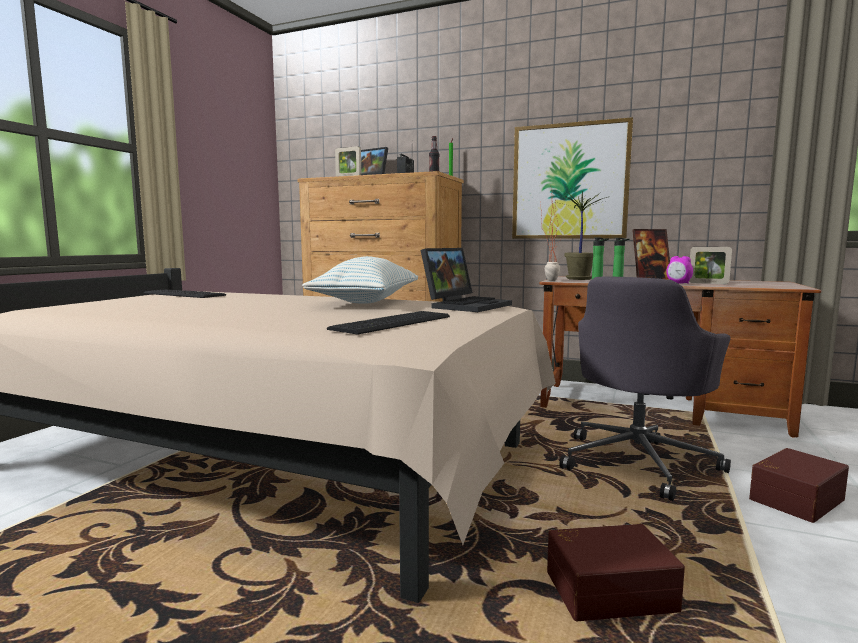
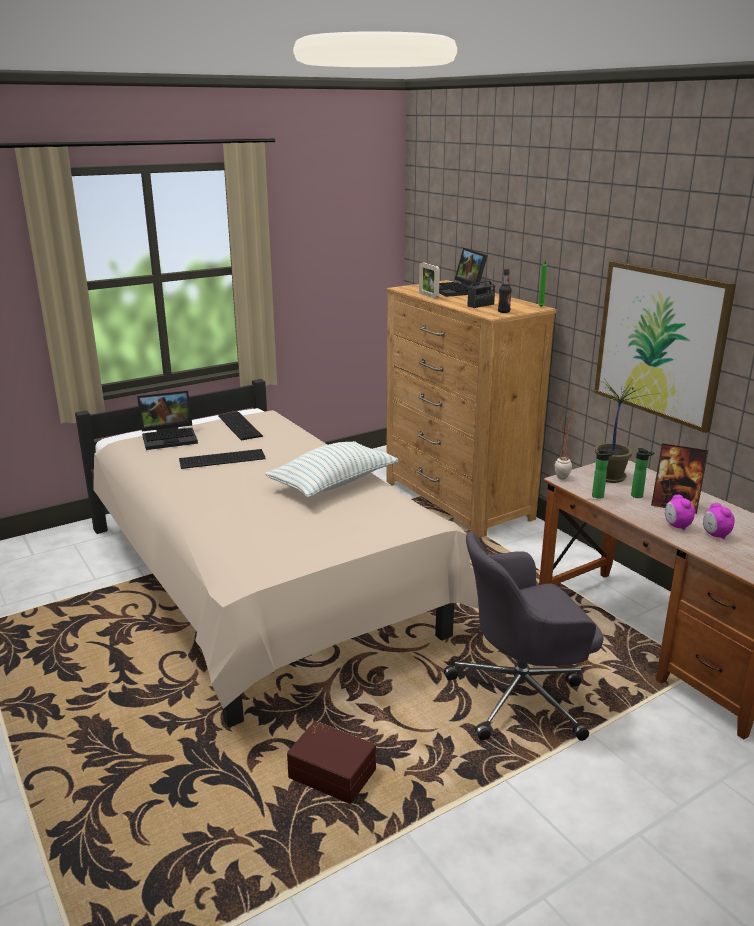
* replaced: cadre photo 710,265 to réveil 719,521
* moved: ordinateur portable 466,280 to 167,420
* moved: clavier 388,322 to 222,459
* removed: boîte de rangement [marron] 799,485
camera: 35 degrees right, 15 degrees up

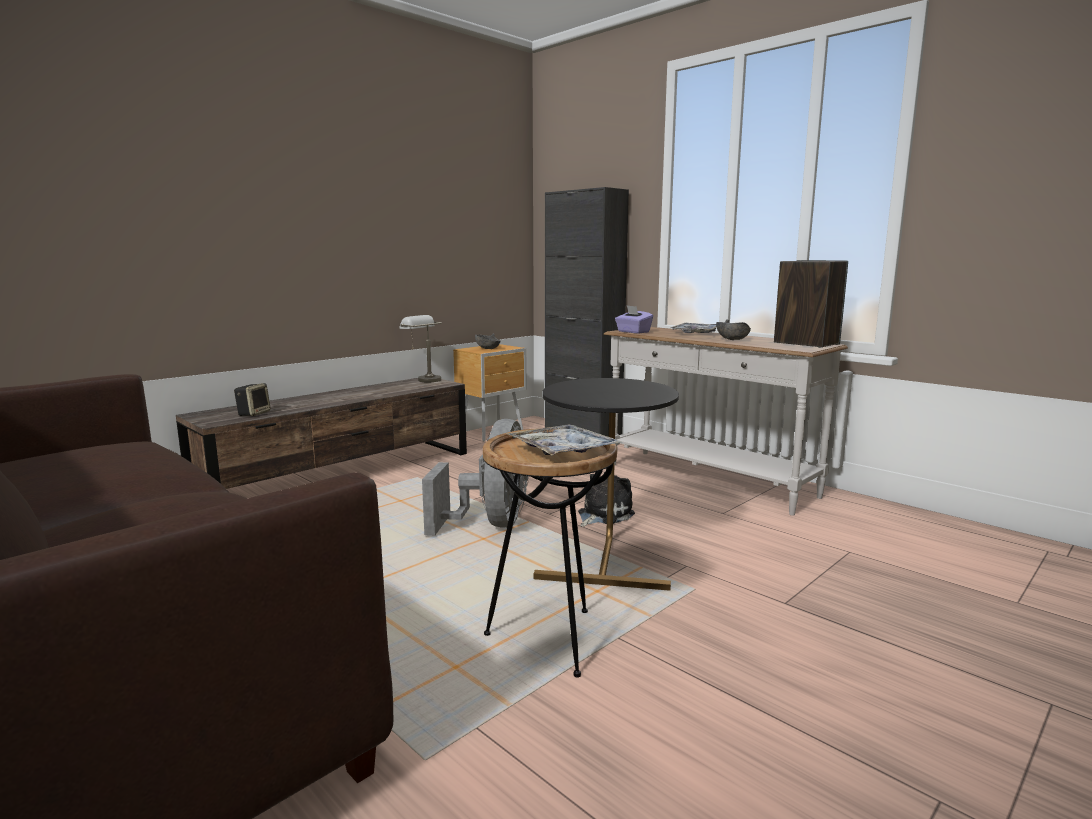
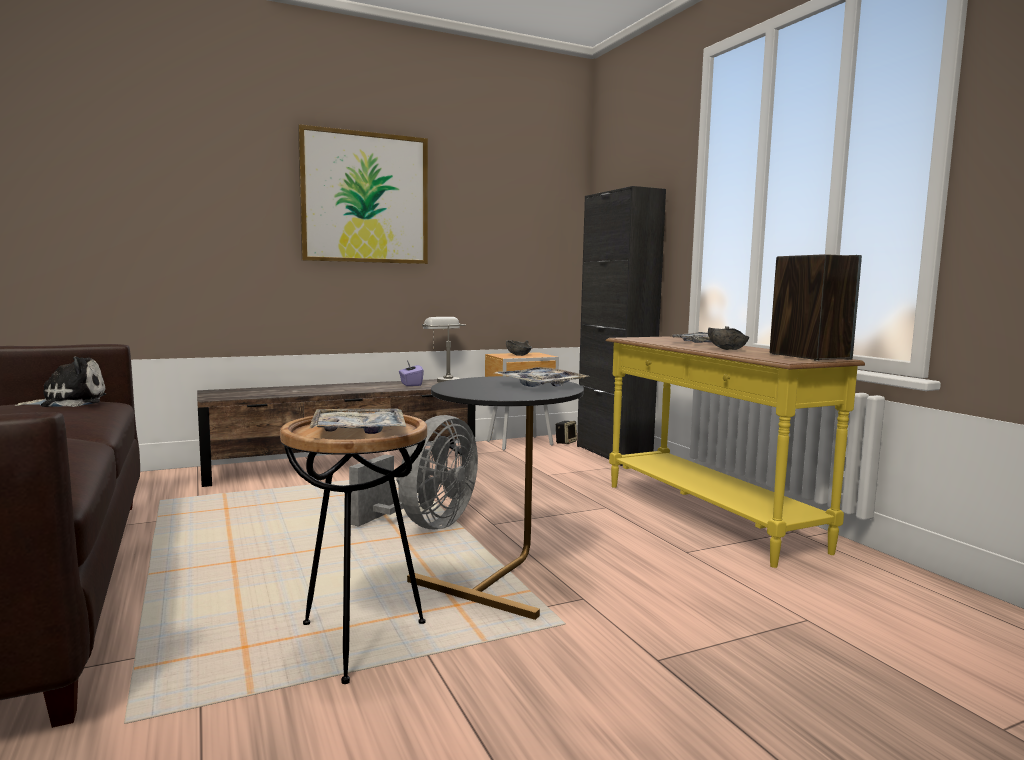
* moved: boîte à mouchoirs [violet] 634,319 to 411,373
* recoloured: table console [blanc] 726,421 to table console [jaune] 735,452
* moved: enceinte 252,399 to 566,432
* moved: peluche 606,500 to 60,381
* added: tableau 363,194
* added: plateau 541,377
camera: 20 degrees right, 5 degrees down

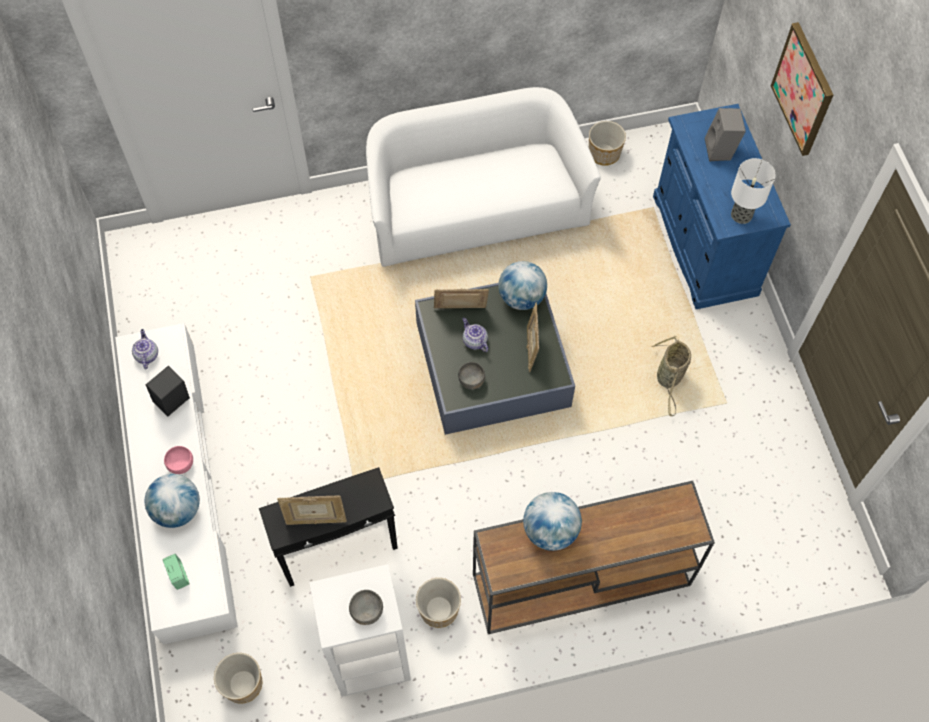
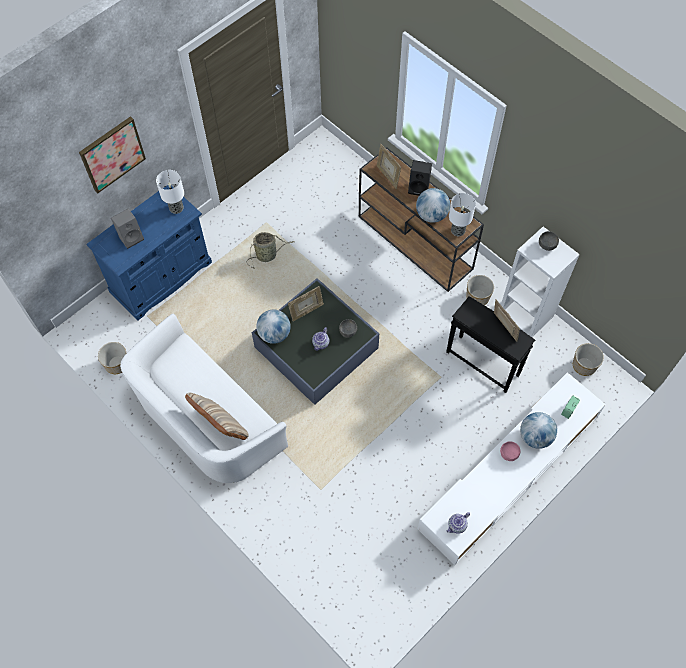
* moved: cadre photo 461,298 to 389,166
* moved: enceinte [noir] 168,391 to 420,178
* added: lampe de table 462,214
* added: coussin [beige] 217,416
camera: 120 degrees left, 0 degrees up

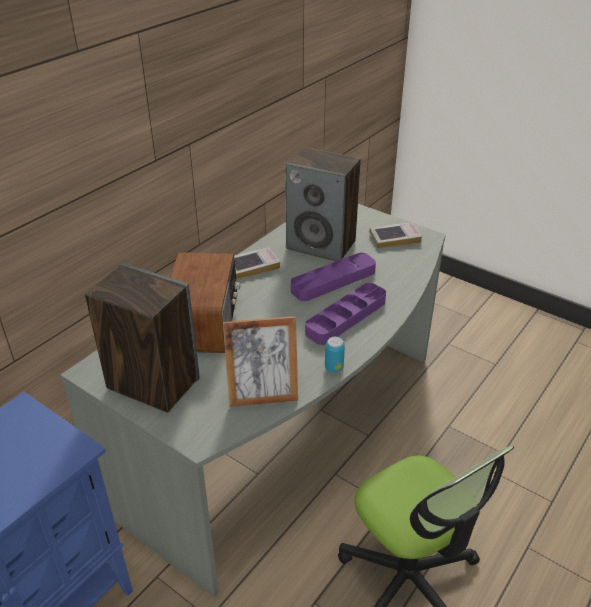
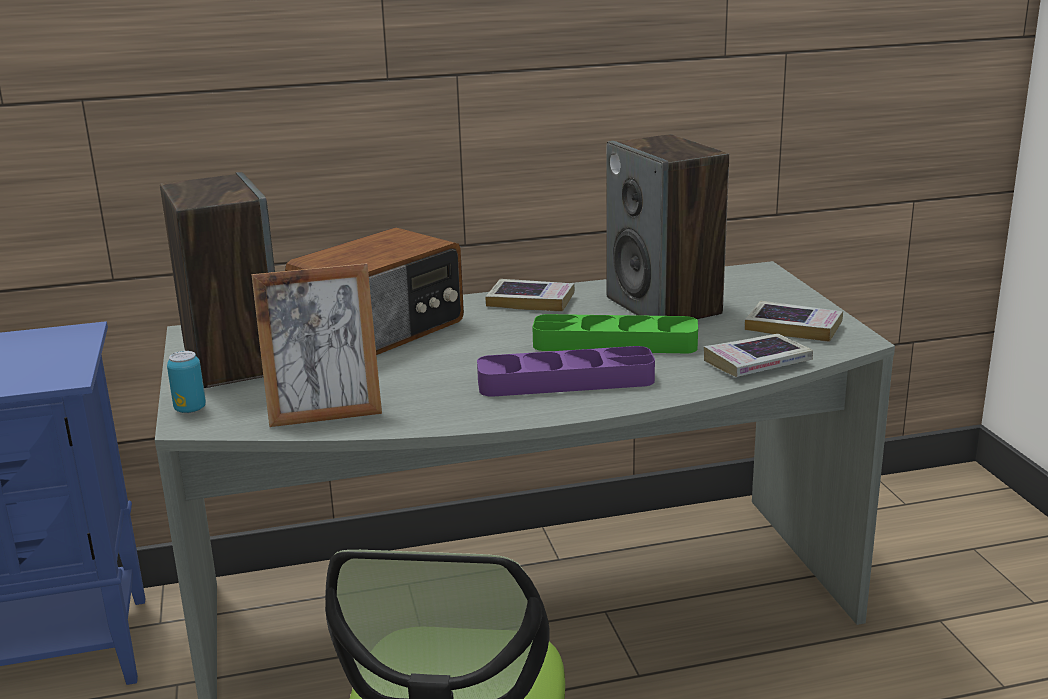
* recoloured: plateau [violet] 333,277 to plateau [vert] 615,333
* turned: cadre photo 260,361 = 317,345 45 degrees counterclockwise
* moved: boîte métallique 335,355 to 186,382
* added: livre 758,355
camera: 40 degrees right, 15 degrees down

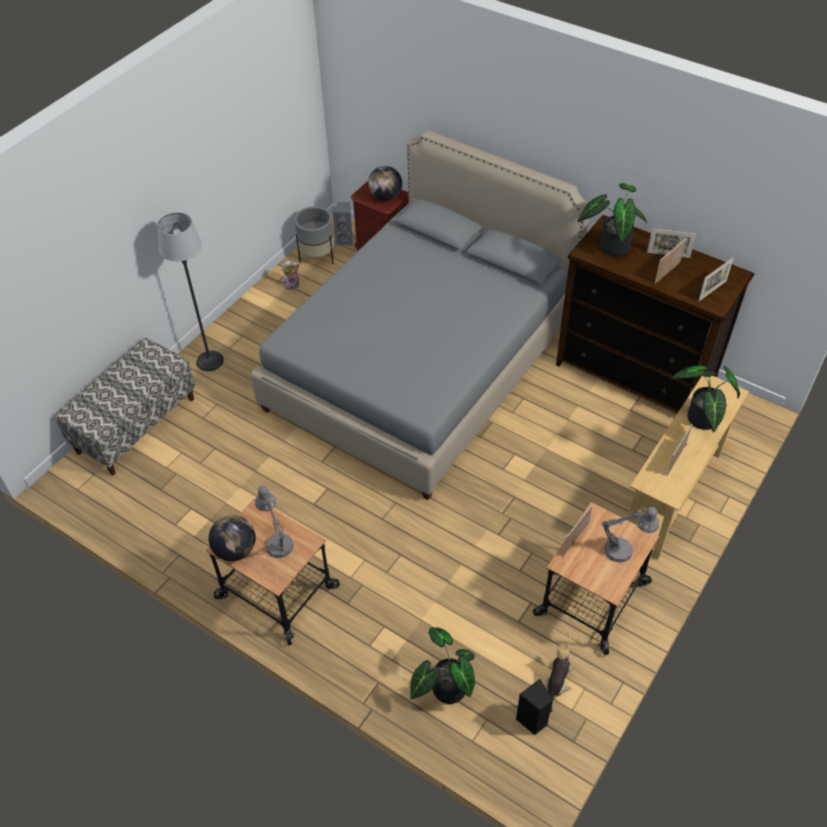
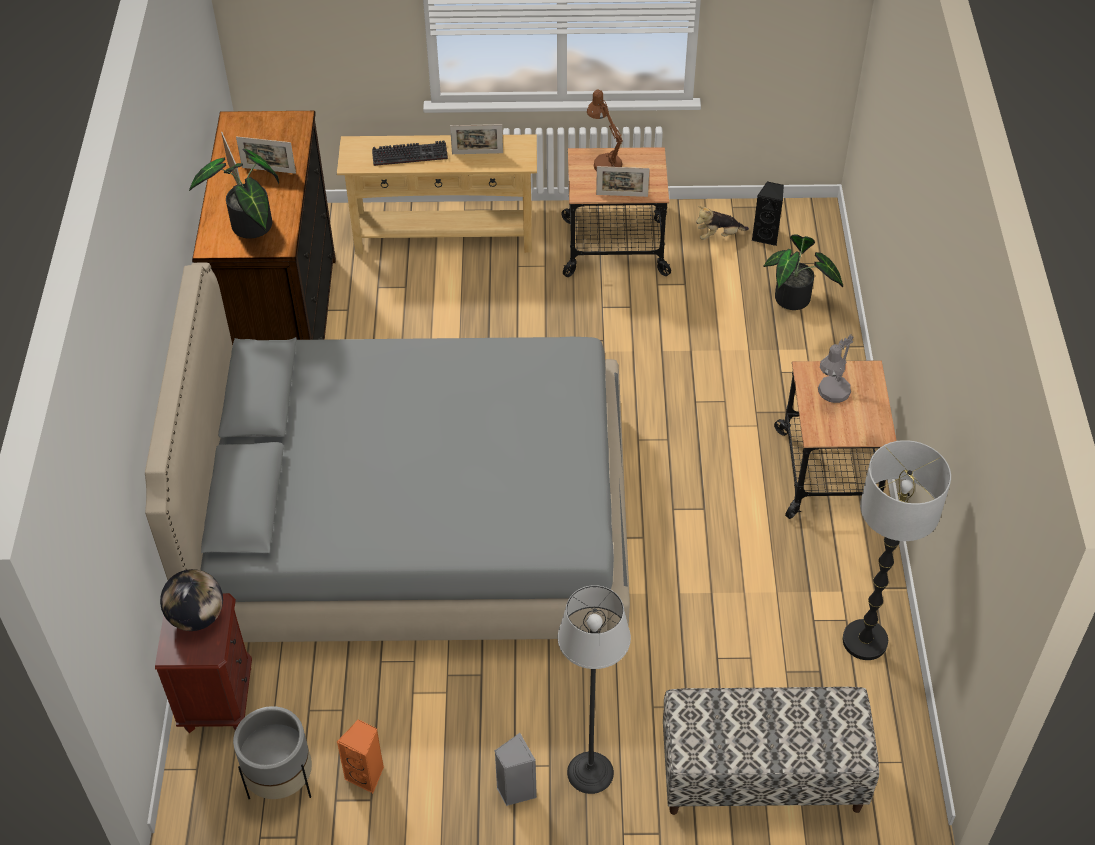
* moved: enceinte [gris] 342,224 to 516,769
* removed: cadre photo 716,279
* replaced: peluche 291,275 to enceinte [orange] 360,756
* replaced: plante en pot 705,398 to clavier 410,153
* recoloured: lampe de table [gris] 630,535 to lampe de table [marron] 605,130
* removed: globe 232,538
* added: lampadaire 896,550
camera: 125 degrees left, 0 degrees up

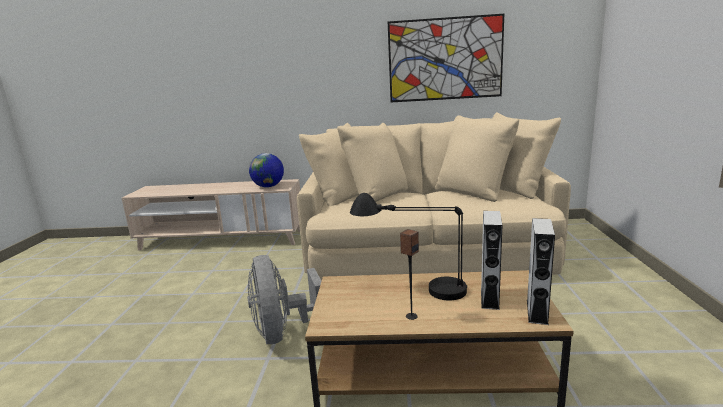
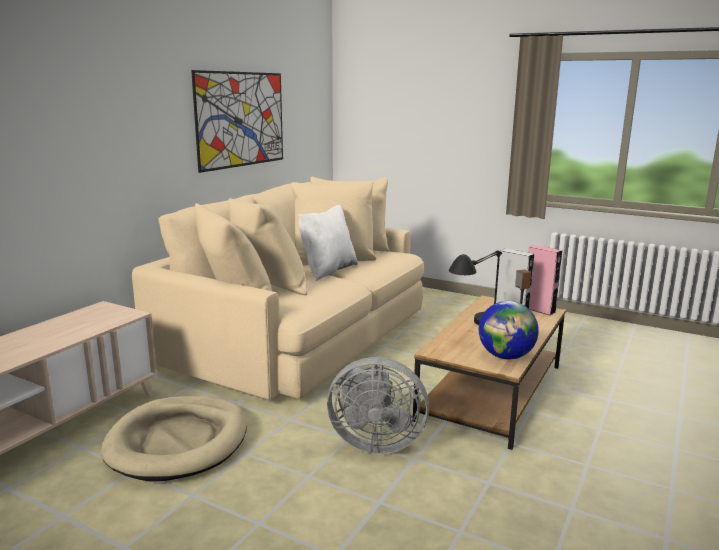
* moved: globe 266,170 to 509,330
* recoloured: enceinte [gris] 541,271 to enceinte [rose] 545,280
* added: coussin [blanc] 328,243
* added: panier pour chien [beige] 174,438
camera: 65 degrees left, 0 degrees up

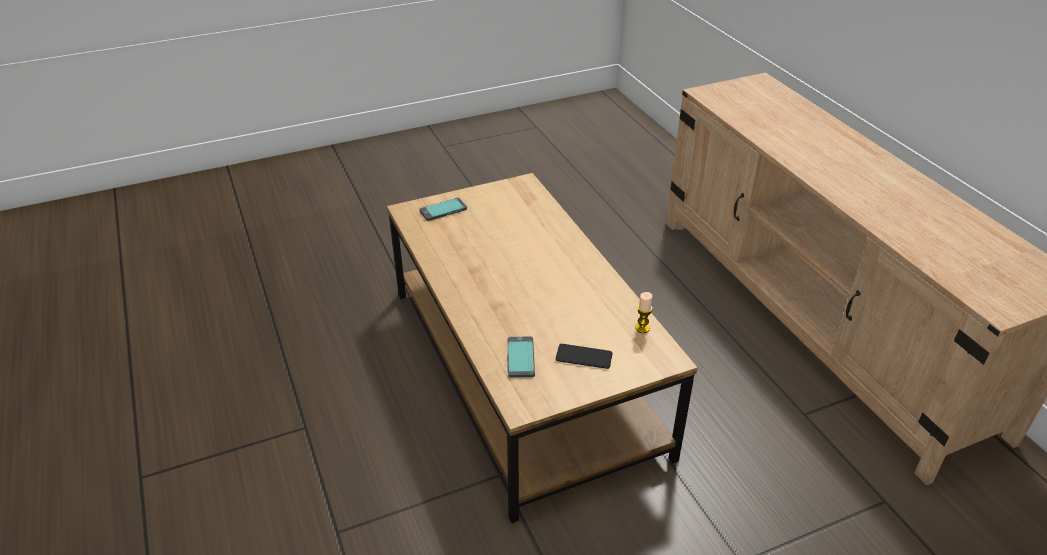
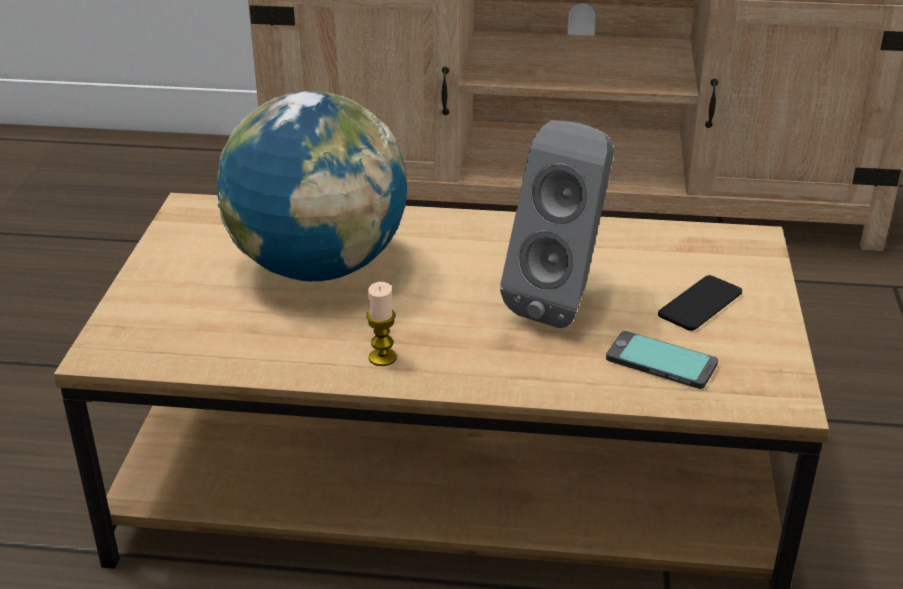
* removed: téléphone 443,209
* moved: bougie 643,312 to 381,324
* added: globe 312,186
* added: enceinte [gris] 557,224
camera: 60 degrees left, 5 degrees down

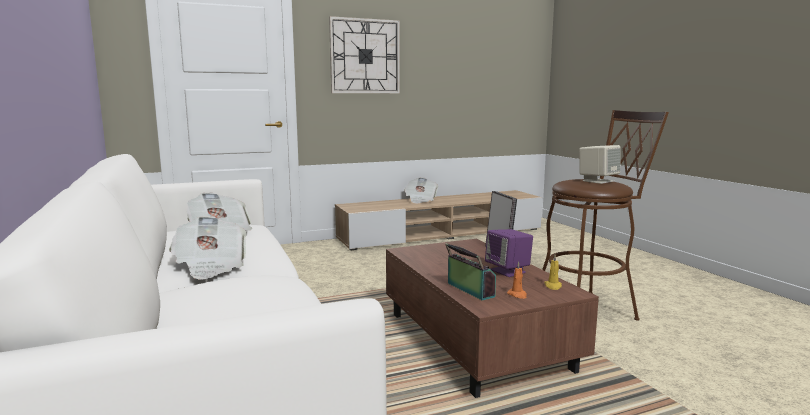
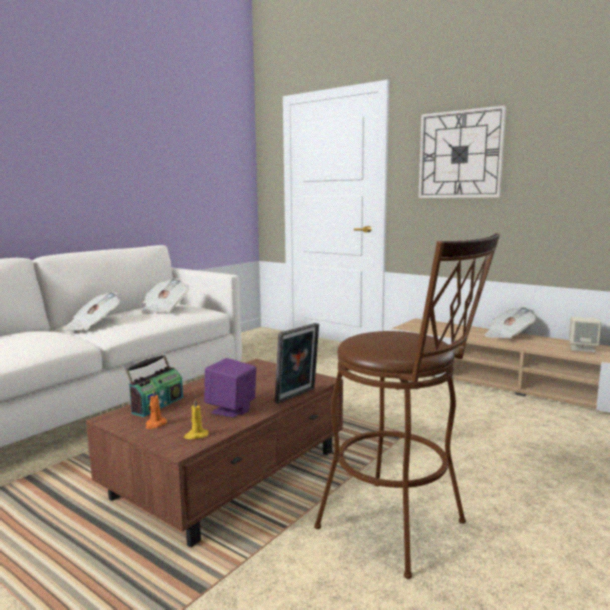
* moved: enceinte [beige] 599,164 to 585,334
camera: 60 degrees right, 0 degrees up

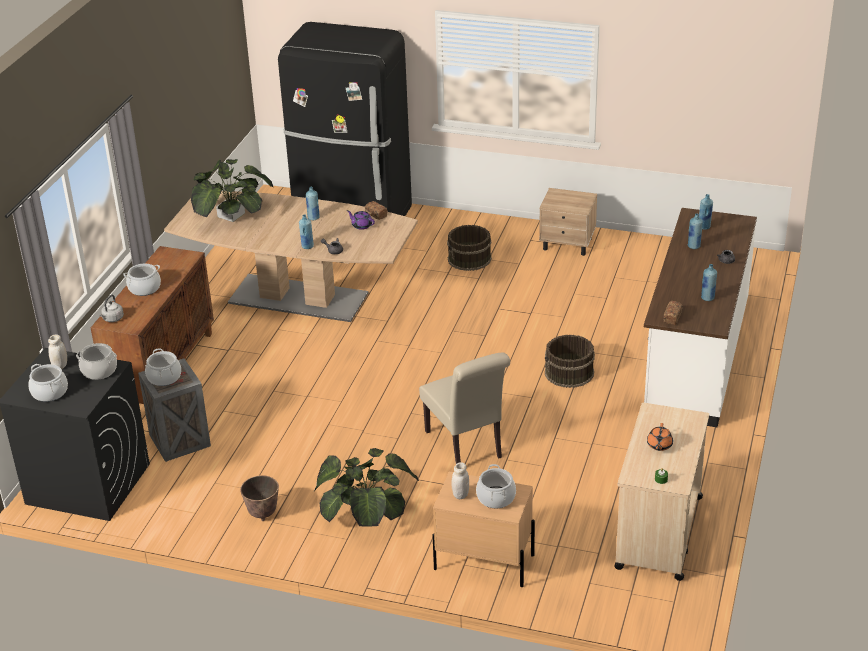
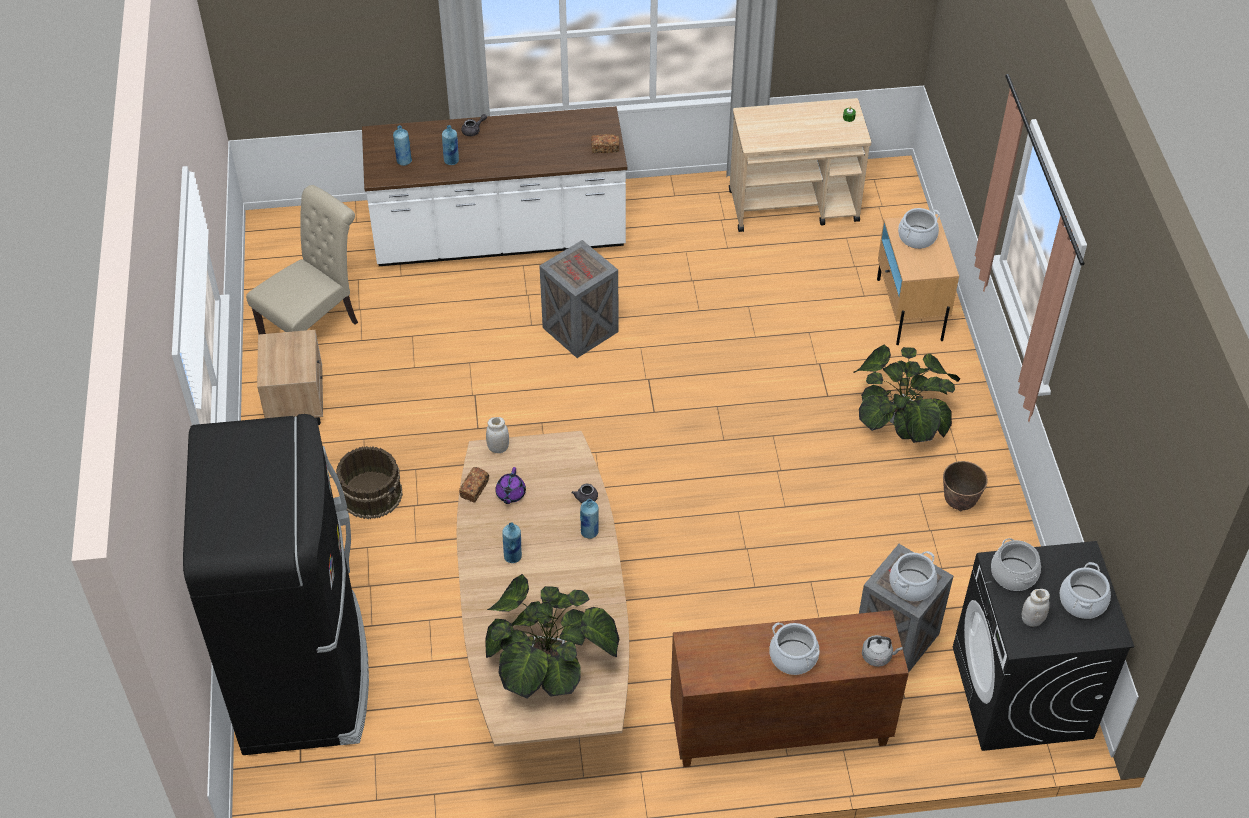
* removed: bouteille [bleu] 709,282
* replaced: seau [marron] 570,361 to caisse 579,299
* moved: chaise [beige] 464,408 to 302,259
* removed: théière [orange] 660,437
* moved: bocal [blanc] 460,480 to 497,435
camera: 115 degrees left, 15 degrees up

